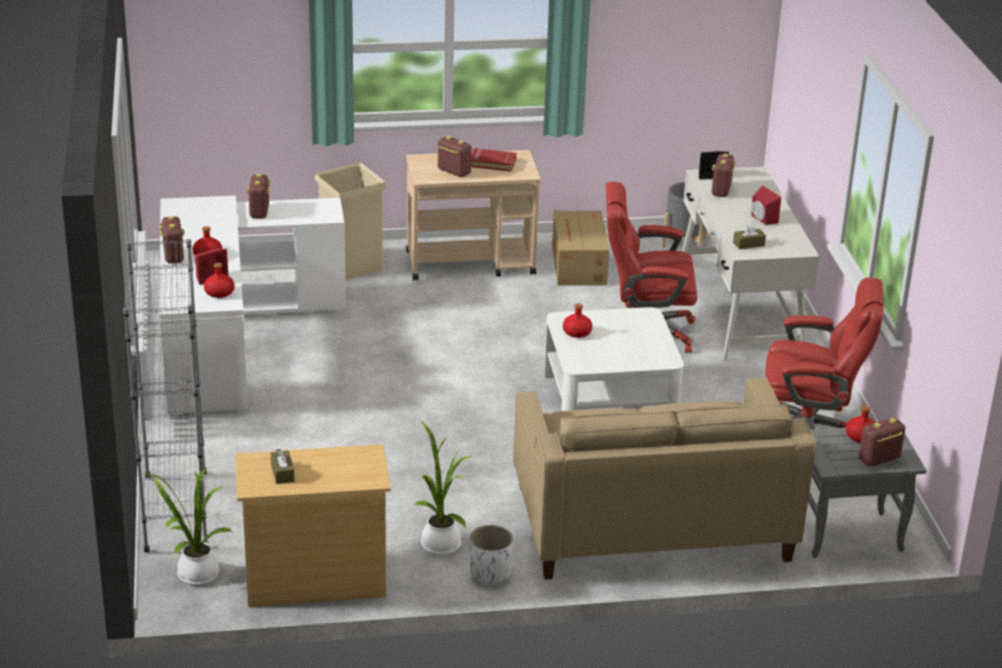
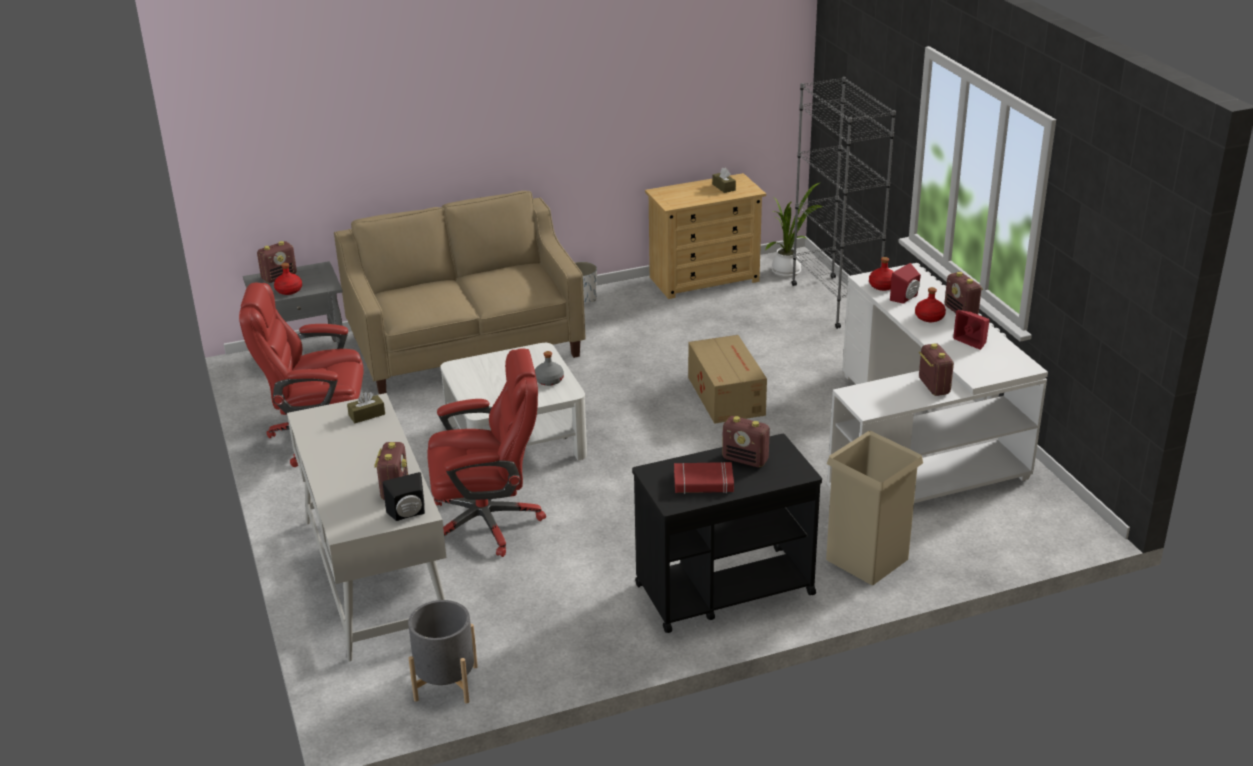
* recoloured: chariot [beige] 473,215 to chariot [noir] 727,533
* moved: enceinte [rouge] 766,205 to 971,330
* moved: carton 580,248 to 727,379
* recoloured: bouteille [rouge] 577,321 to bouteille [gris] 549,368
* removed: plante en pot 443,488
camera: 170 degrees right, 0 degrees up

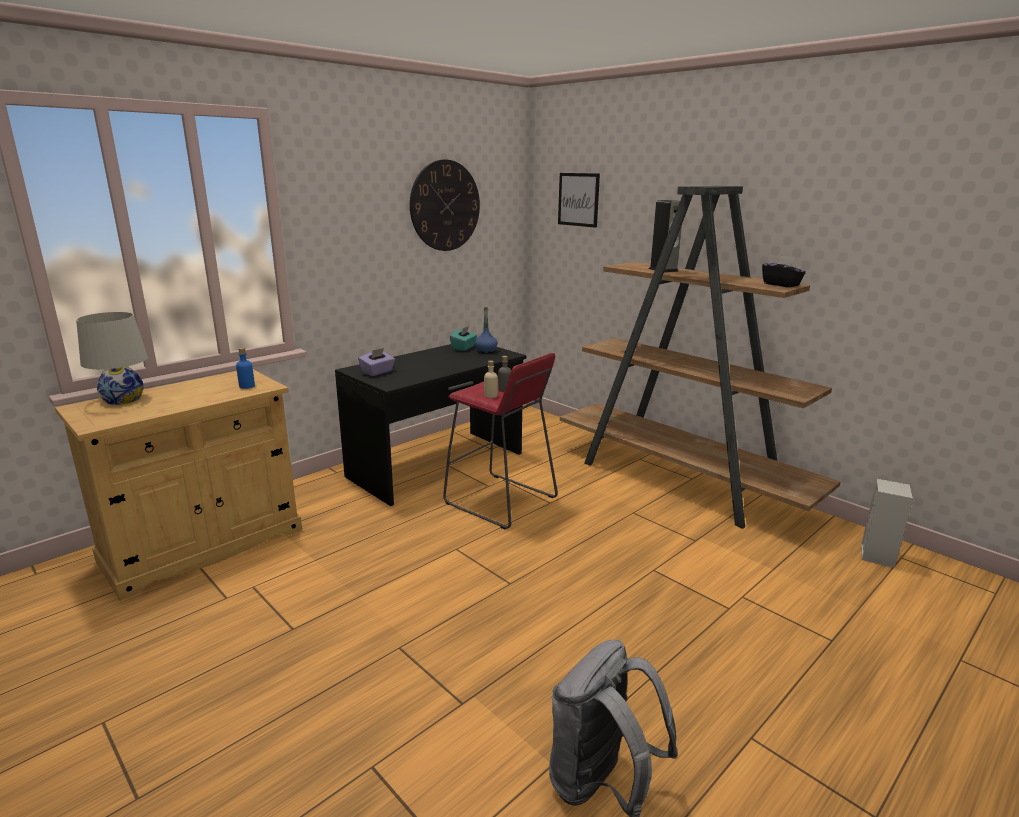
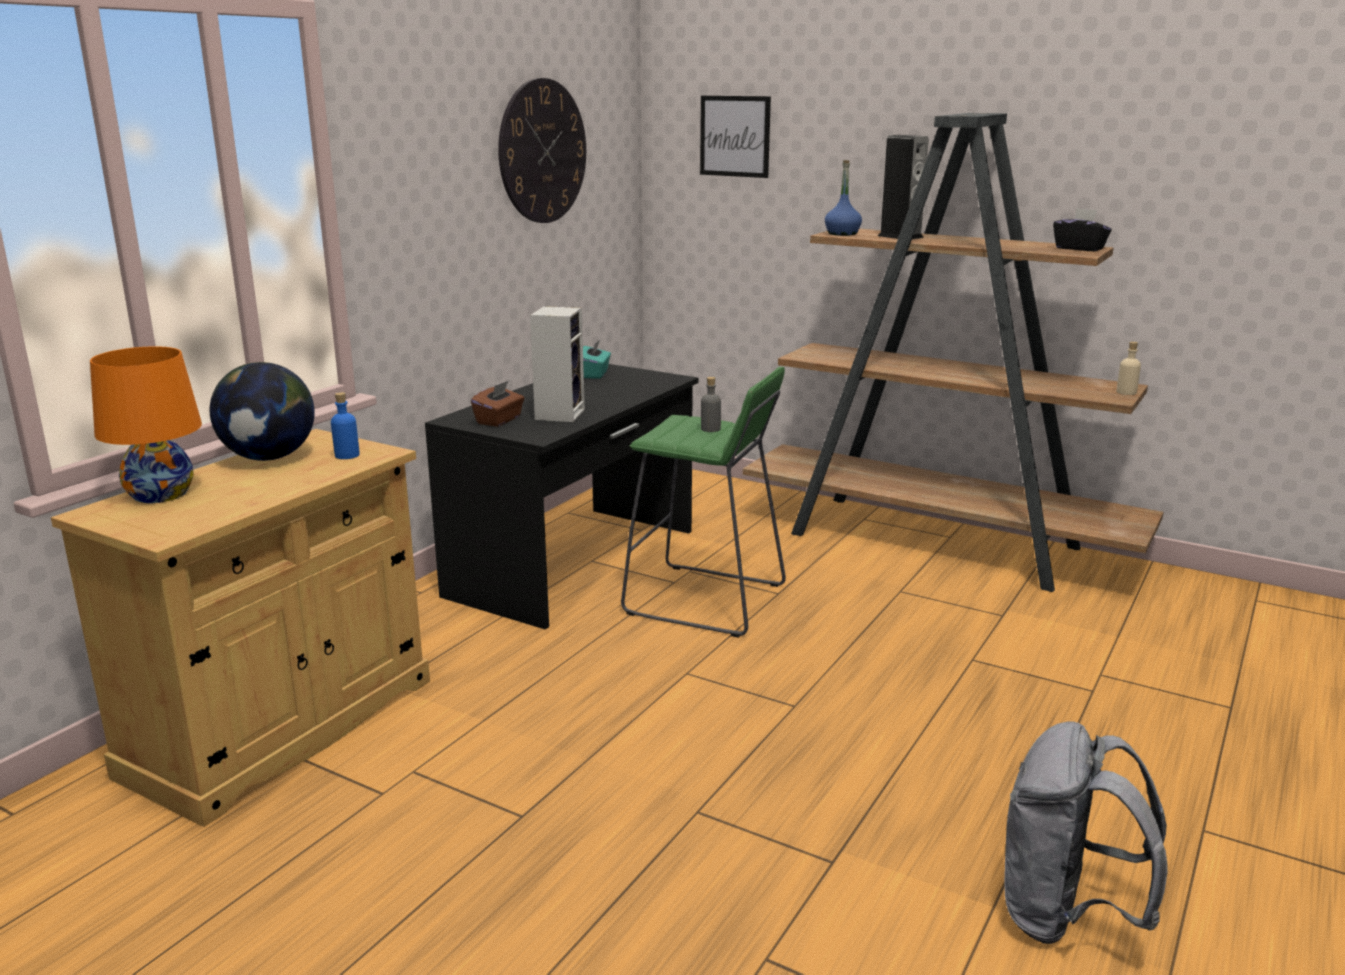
* moved: bouteille [bleu] 486,330 to 843,198
* recoloured: lampe de table [blanc] 112,358 to lampe de table [orange] 146,424
* recoloured: boîte à mouchoirs [violet] 376,362 to boîte à mouchoirs [marron] 497,404
* recoloured: tabouret [rouge] 500,441 to tabouret [vert] 703,502
* moved: bouteille [beige] 491,379 to 1128,368
* moved: enceinte 887,523 to 557,364
* added: globe 262,411
camera: 15 degrees left, 0 degrees up

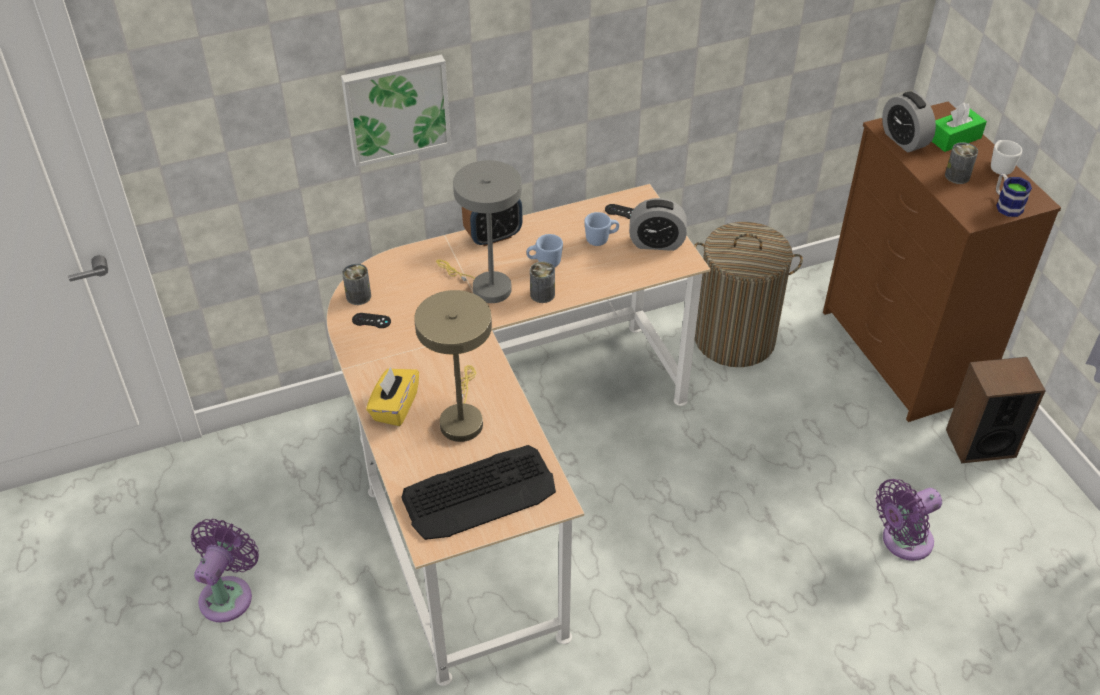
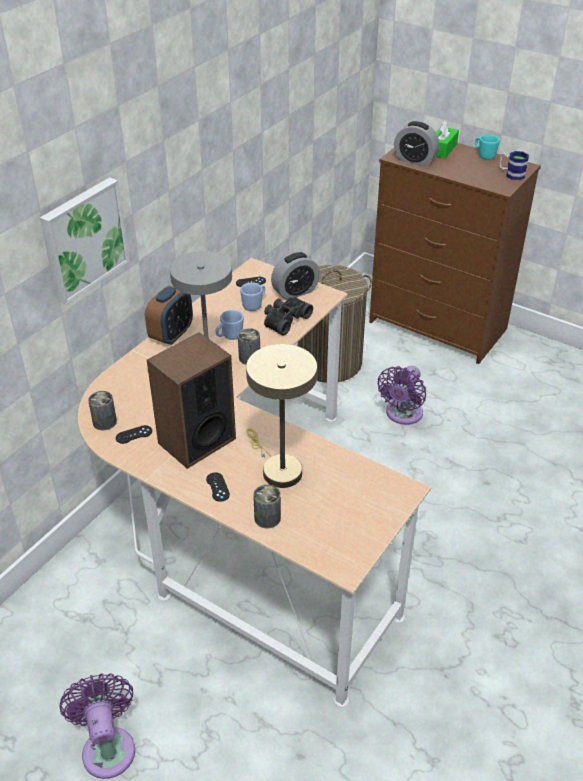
* recoloured: mug [blanc] 1006,157 to mug [turquoise] 487,147
* moved: boîte métallique 961,163 to 267,506
* moved: enceinte 996,410 to 191,400
* replaced: boîte à mouchoirs [jaune] 392,396 to manette [noir] 218,487
* removed: clavier 478,492
* moved: ventilateur [violet] 909,520 to 401,395
* added: jumelles [noir] 288,316
camera: 35 degrees left, 5 degrees down

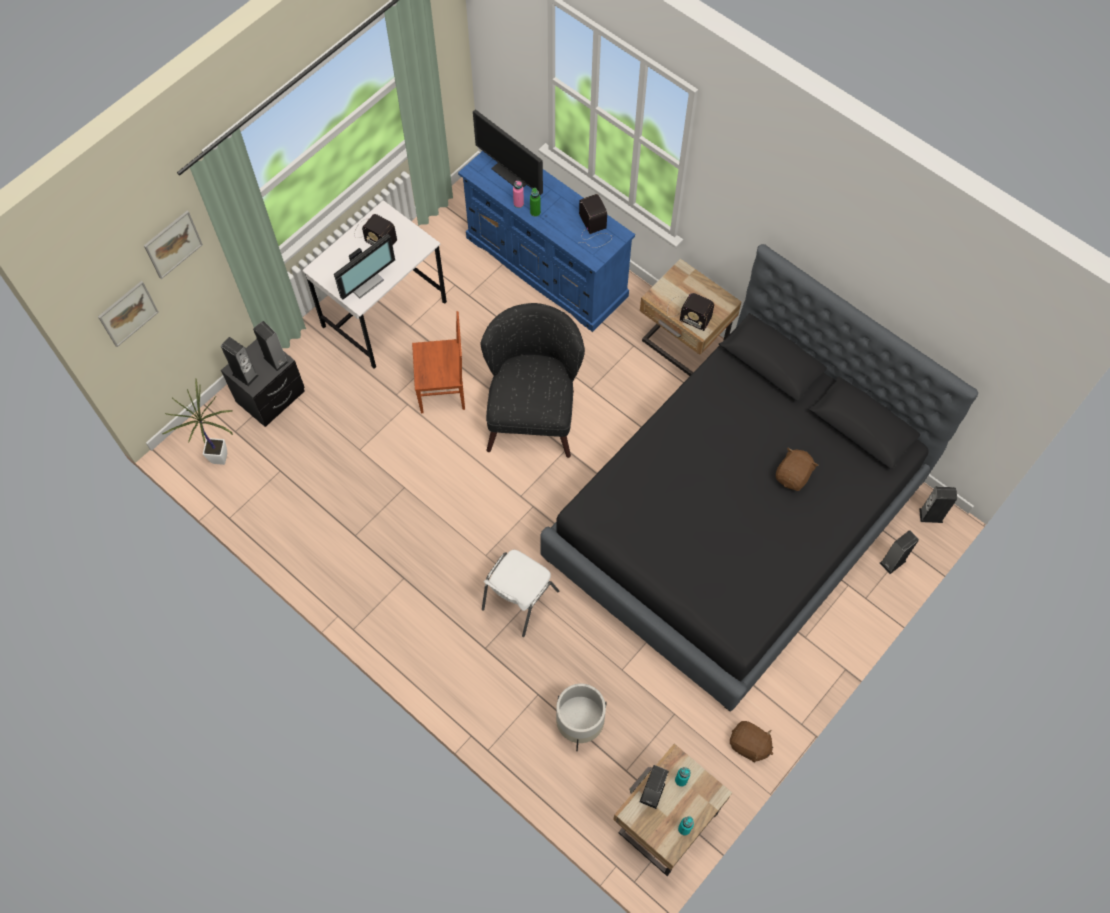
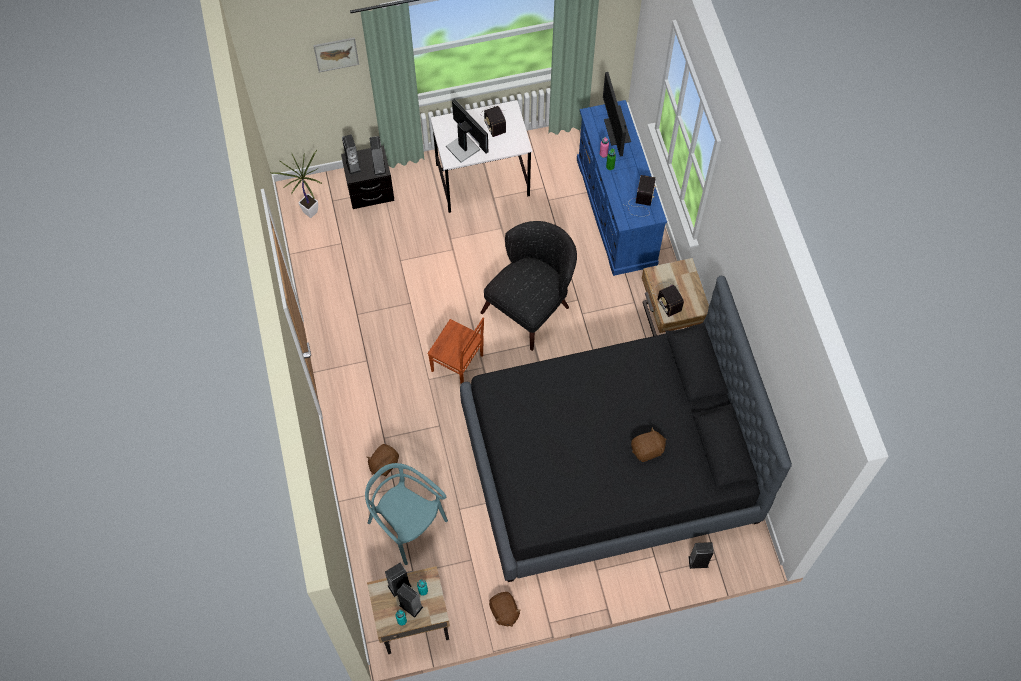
* turned: écran d'ordinateur 364,266 = 467,131 120 degrees counterclockwise
* removed: tableau 128,314
* moved: chaise [marron] 438,362 to 456,350
* moved: enceinte 938,505 to 410,600
* removed: chaise [blanc] 520,593
* replaced: cache-pot [blanc] 581,717 to chaise [turquoise] 406,514
* added: peluche [marron] 383,460
camera: 35 degrees right, 0 degrees up

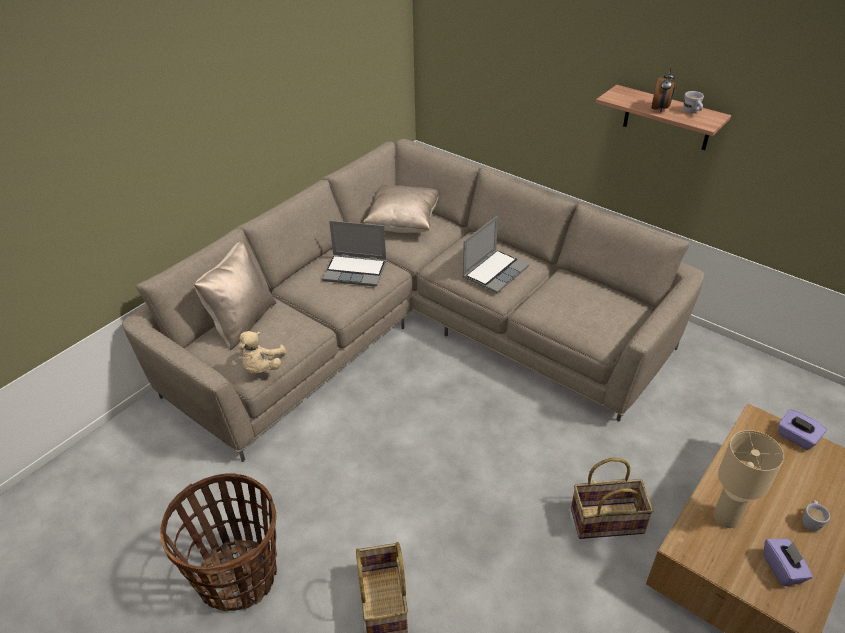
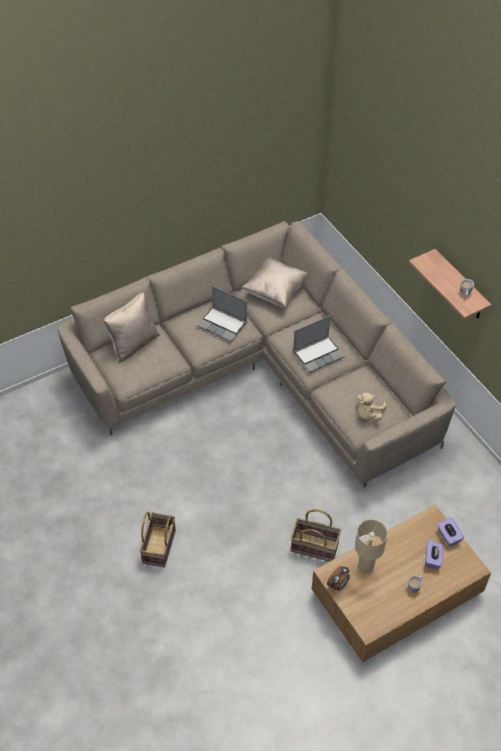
* moved: réveil 663,90 to 338,578
* moved: peluche [beige] 263,352 to 372,406
* removed: panier 218,542
* moved: boîte à mouchoirs [violet] 788,562 to 434,554
camera: 20 degrees right, 10 degrees up

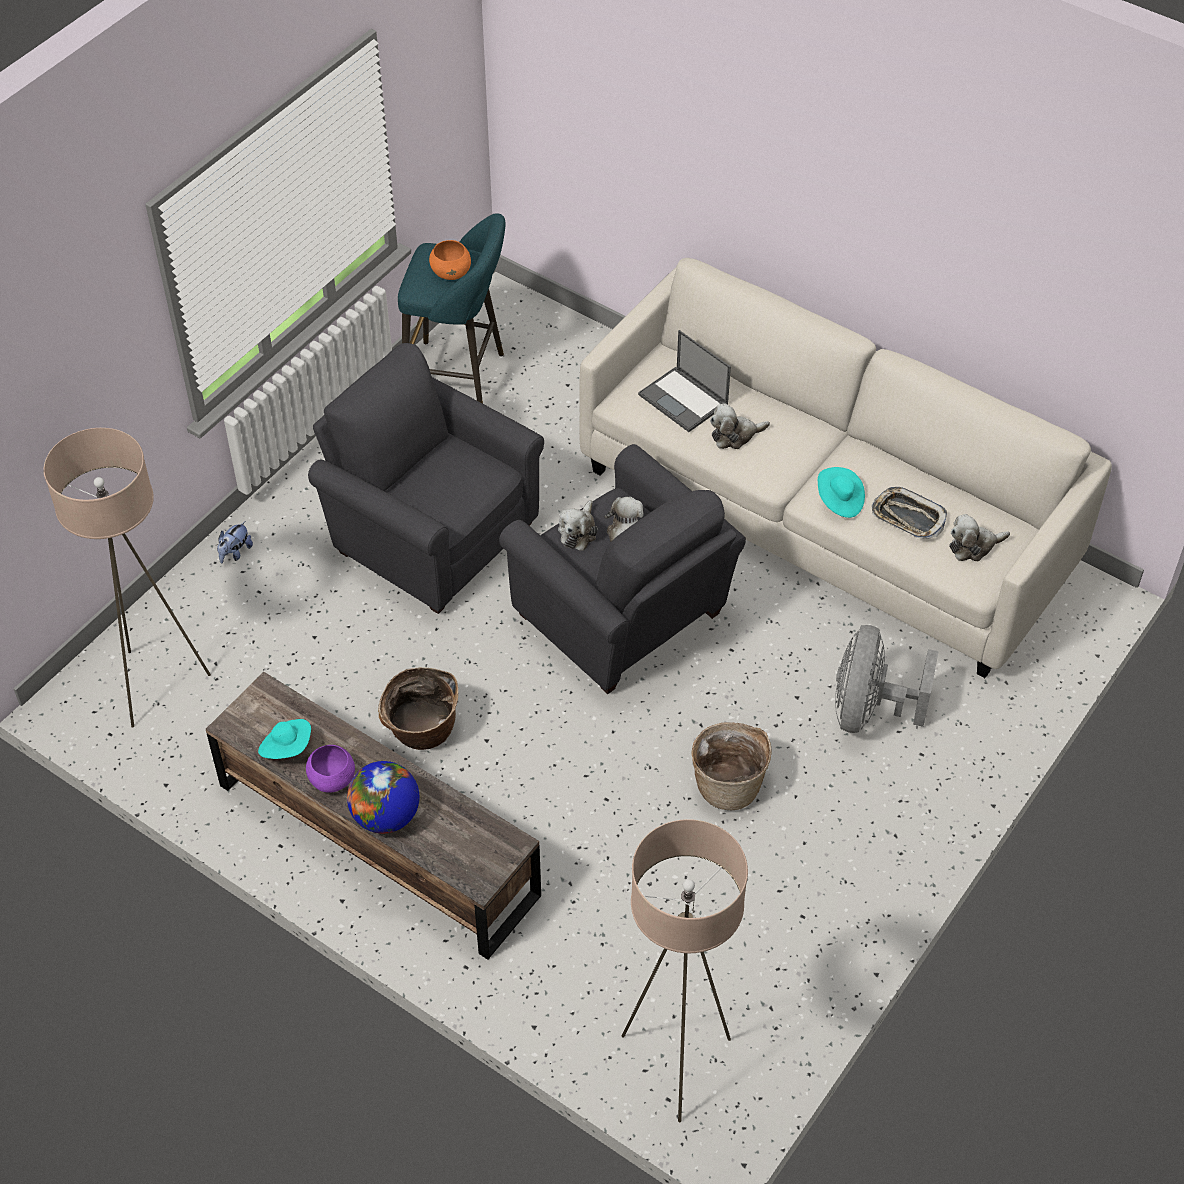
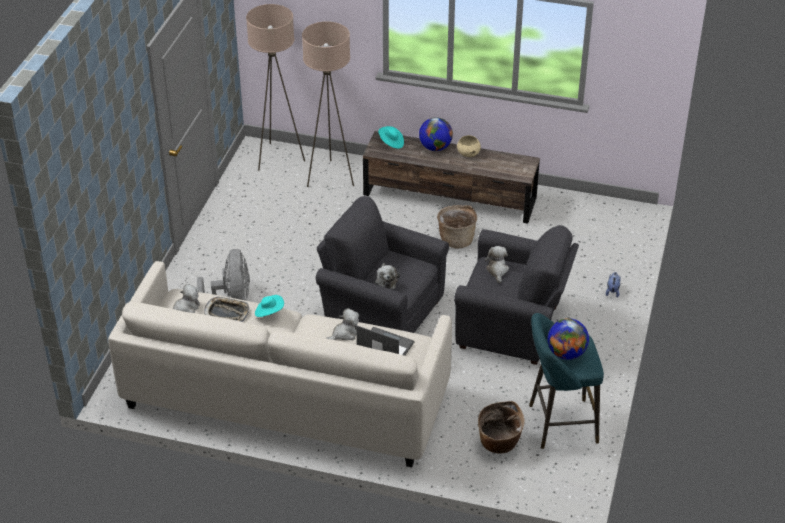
* replaced: bol [orange] 450,260 to globe 568,339
* moved: lampadaire [beige] 127,578 to 328,104
* moved: peluche 578,525 to 497,264
* moved: chapeau [turquoise] 284,739 to 391,137
* moved: panier 731,766 to 501,427
* recoloured: bol [violet] 330,769 to bol [beige] 469,146
camera: 160 degrees right, 10 degrees down

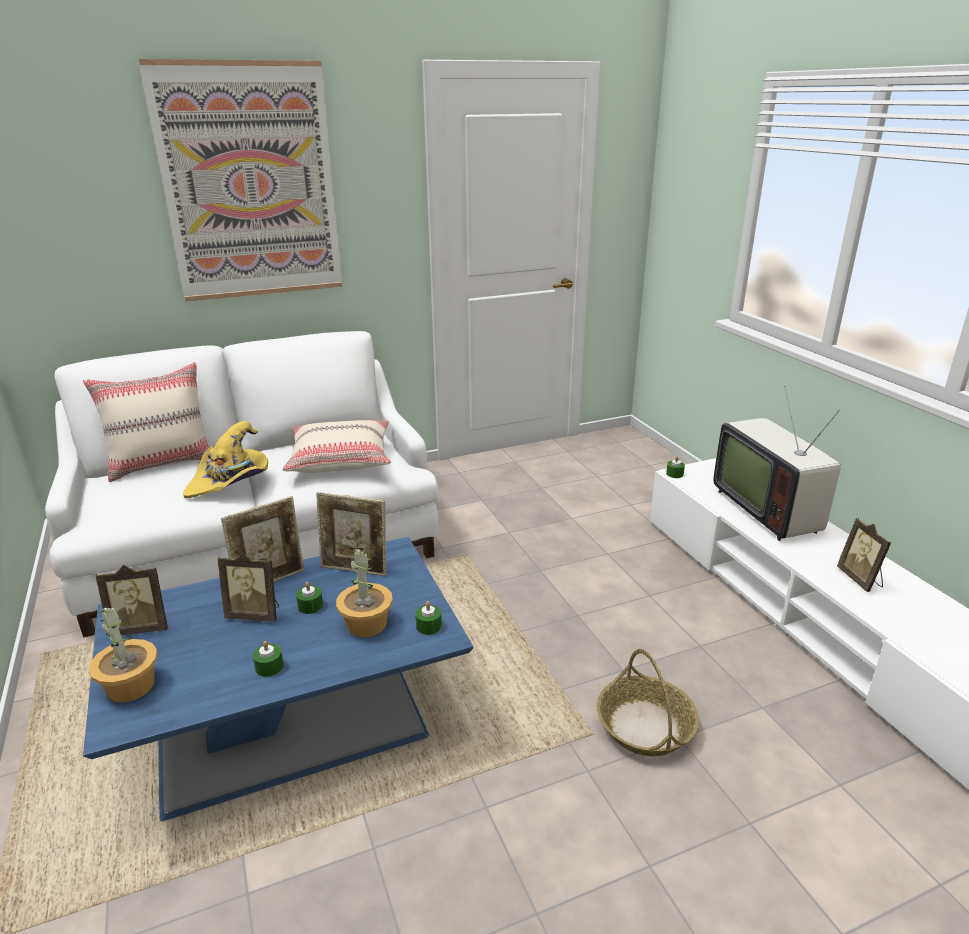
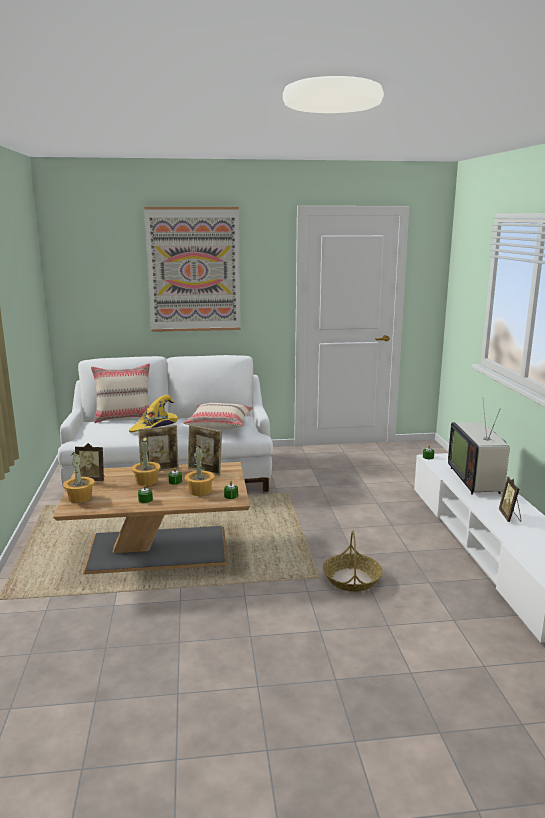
* recoloured: table basse [bleu] 278,679 to table basse [marron] 151,518
* replaced: cadre photo 248,587 to plante en pot 146,461
camera: 15 degrees right, 10 degrees down

